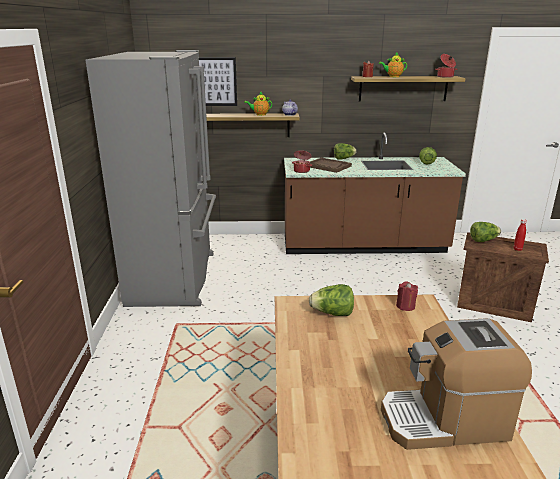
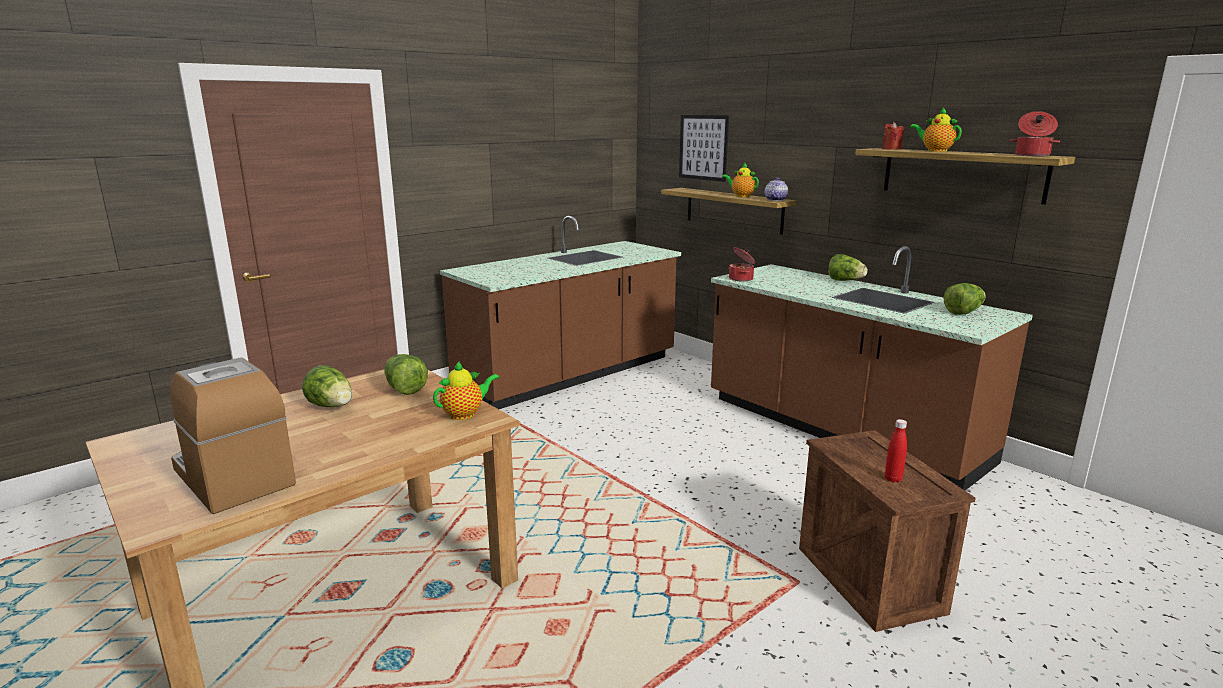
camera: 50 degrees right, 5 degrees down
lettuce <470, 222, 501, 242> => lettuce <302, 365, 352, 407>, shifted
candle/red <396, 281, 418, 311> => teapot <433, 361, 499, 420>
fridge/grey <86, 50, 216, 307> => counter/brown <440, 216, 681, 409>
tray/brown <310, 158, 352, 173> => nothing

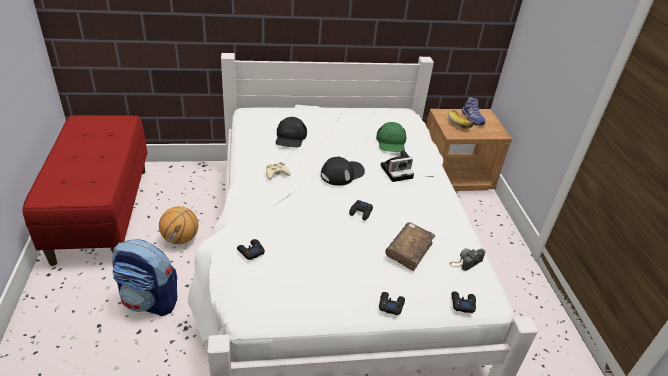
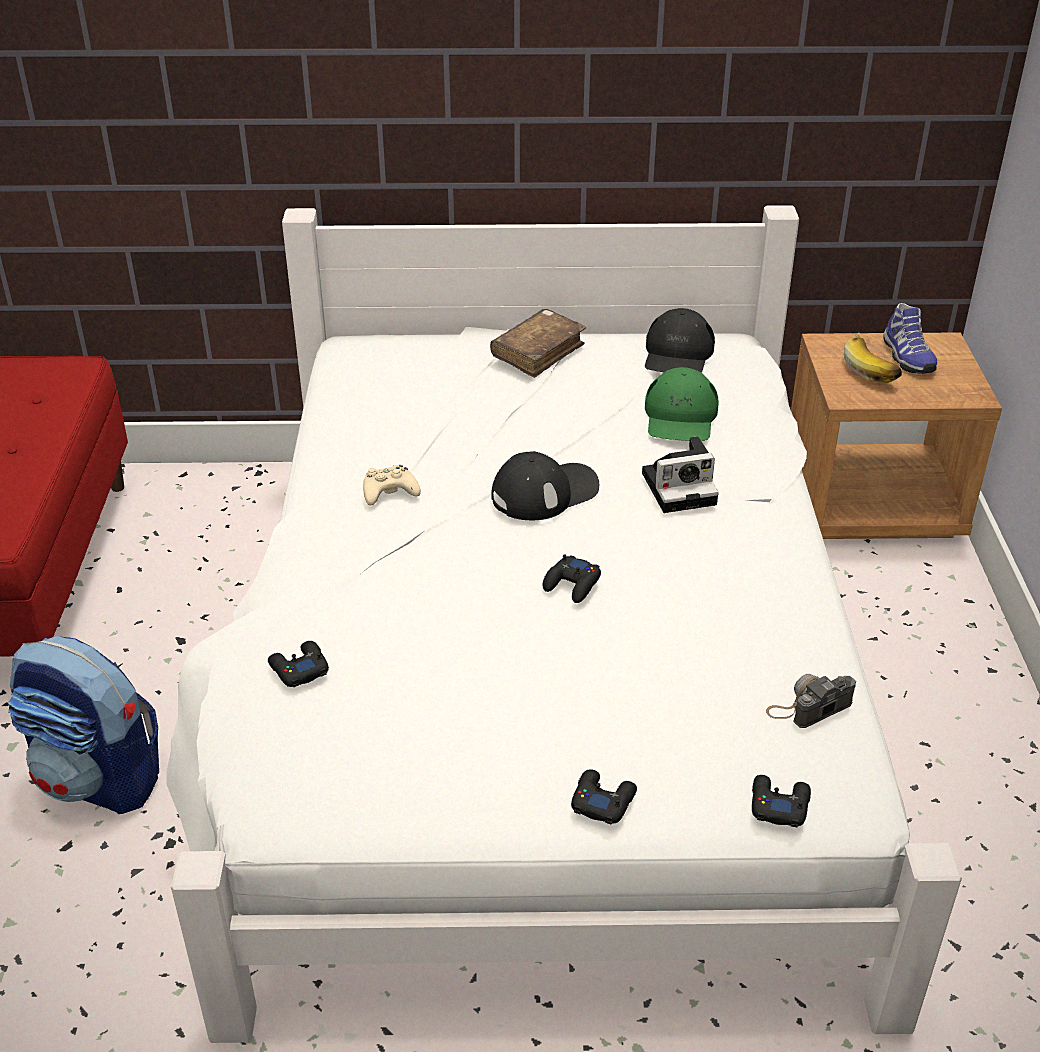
camera: 10 degrees right, 0 degrees up
book/brown <386, 222, 436, 271> => book/brown <490, 309, 586, 378>, shifted
cap/black <275, 117, 307, 147> => cap/black <645, 308, 715, 373>, shifted
basketball <159, 206, 198, 244> => nothing

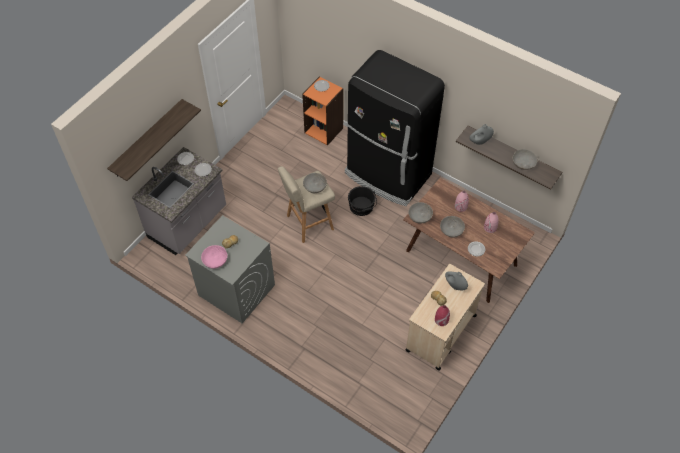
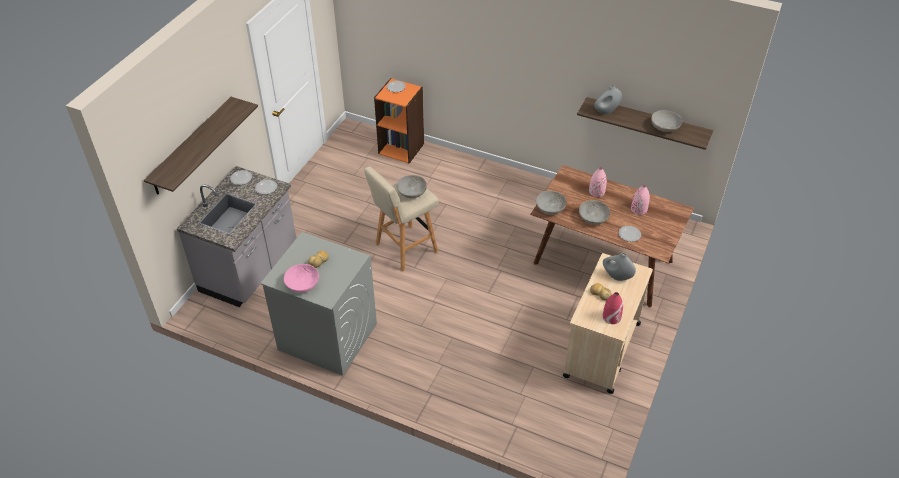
camera: 10 degrees left, 10 degrees down
fridge/black <345, 50, 445, 206> => nothing
bucket/black <348, 186, 377, 216> => nothing

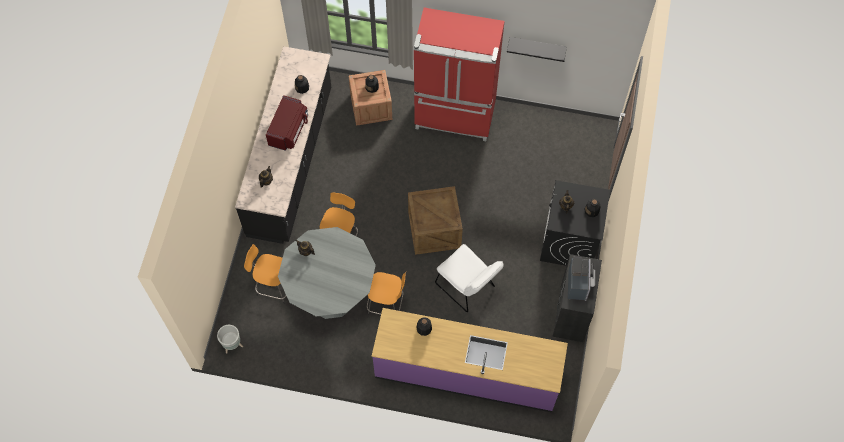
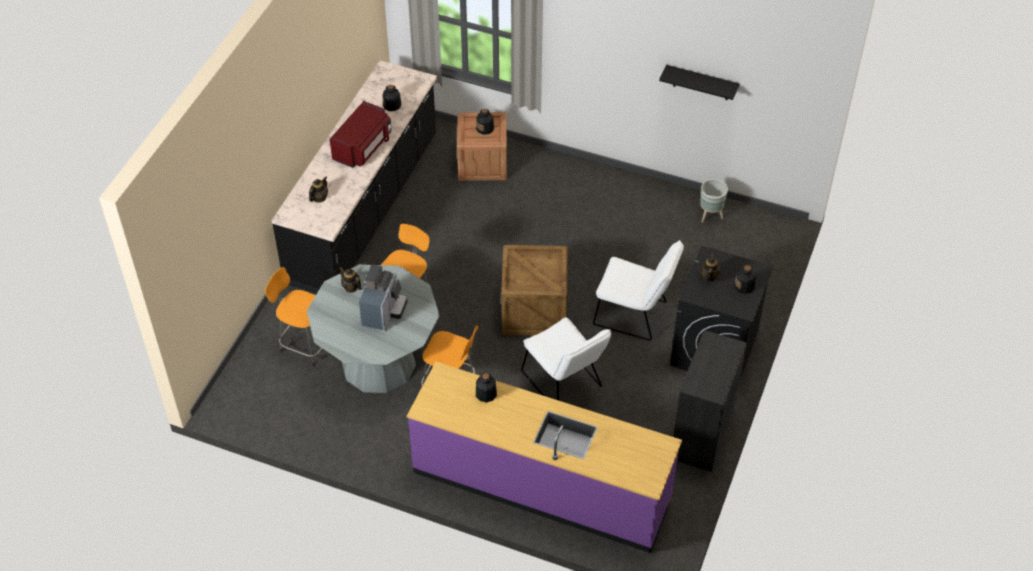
camera: 10 degrees right, 15 degrees down
coffee machine <568, 257, 595, 301> => coffee machine <359, 264, 407, 331>, shifted
nothing => chair/white <593, 240, 684, 341>
planter/grey <217, 325, 243, 354> => planter/grey <700, 179, 728, 223>, shifted
fridge/red <414, 8, 505, 141> => nothing

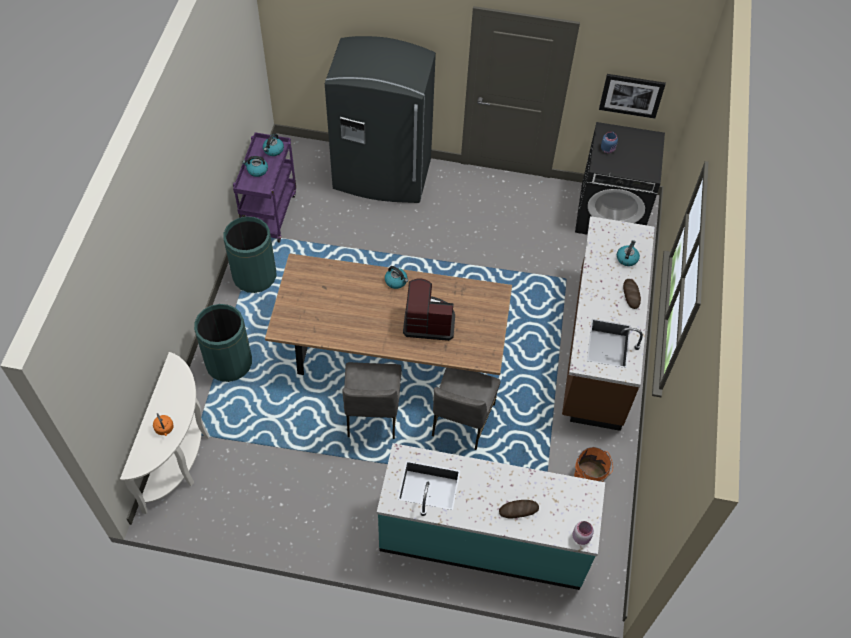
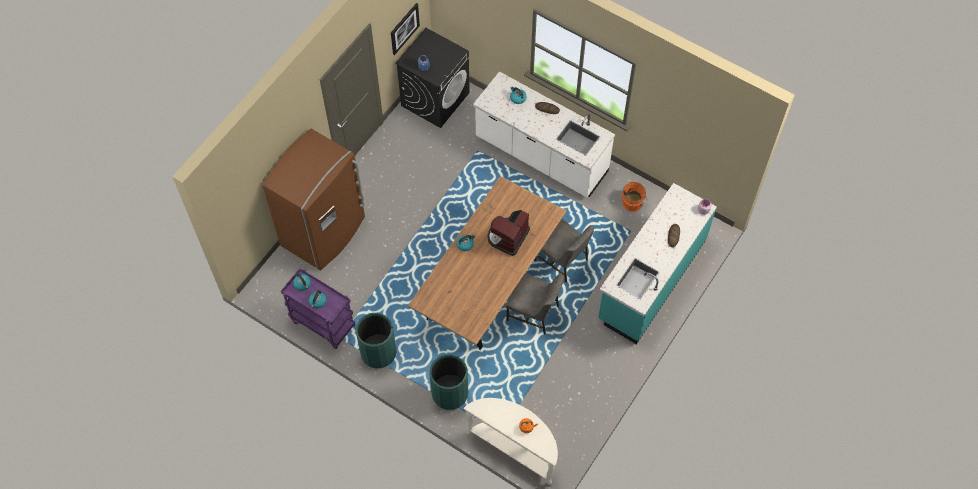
camera: 65 degrees left, 5 degrees up
fridge/grey <325, 36, 436, 203> => fridge/brown <262, 129, 365, 270>
counter/brown <562, 216, 654, 431> => counter/white <473, 71, 615, 197>

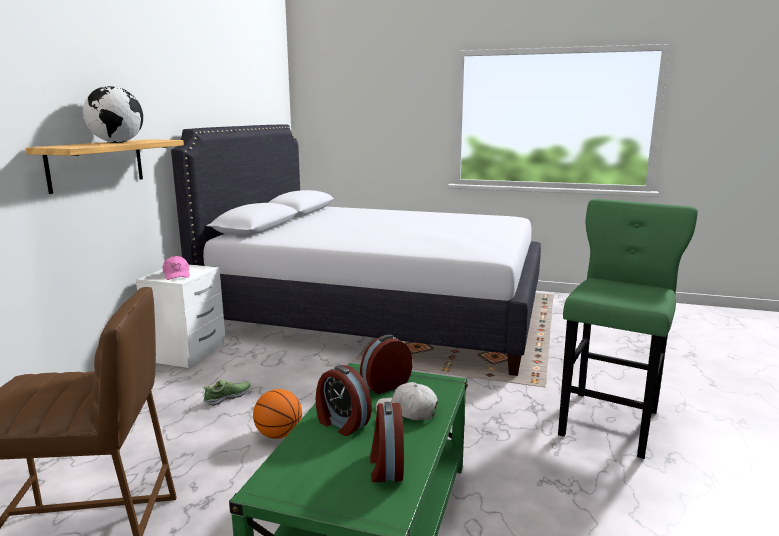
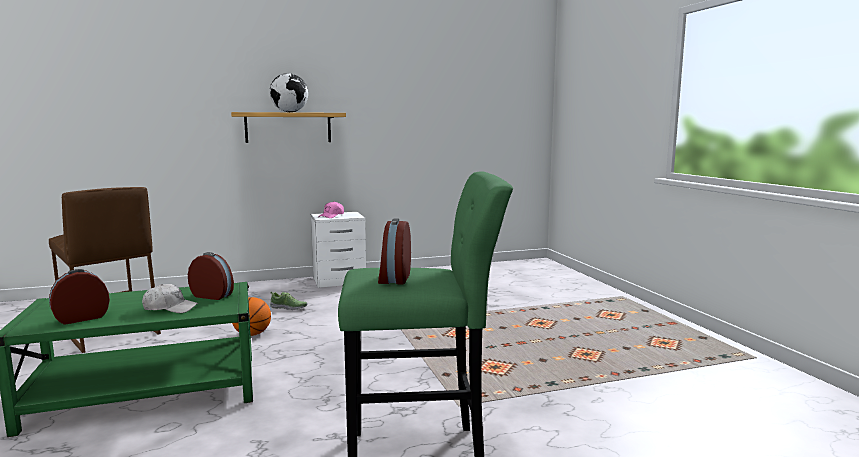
camera: 55 degrees right, 5 degrees down
cap/white <376, 382, 438, 420> => cap/white <142, 284, 198, 313>, 105 degrees clockwise
alarm clock <316, 365, 372, 436> => alarm clock <378, 218, 411, 284>, shifted
bed/white <171, 125, 541, 376> => nothing

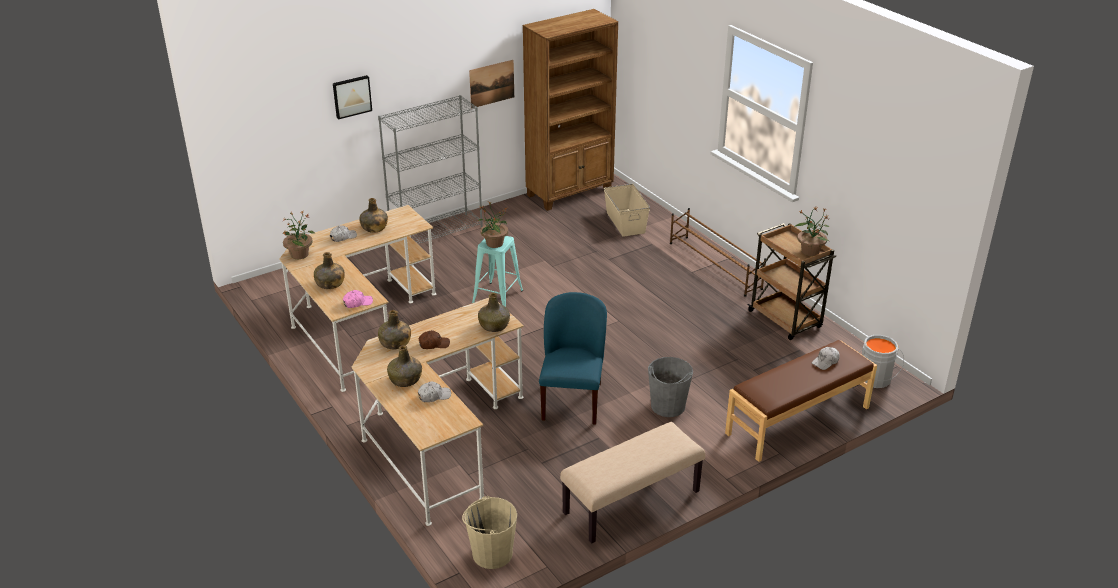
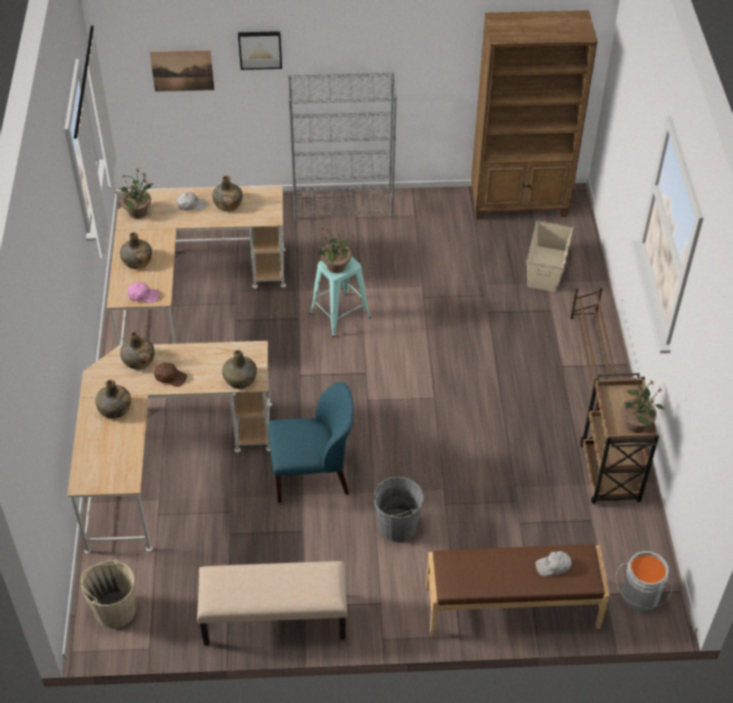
camera: 30 degrees right, 15 degrees up
picture <469, 60, 514, 109> => picture <150, 50, 214, 92>, shifted
chair/blue <539, 292, 607, 425> => chair/blue <268, 382, 354, 503>, 45 degrees clockwise
cap/white <418, 381, 451, 402> => nothing

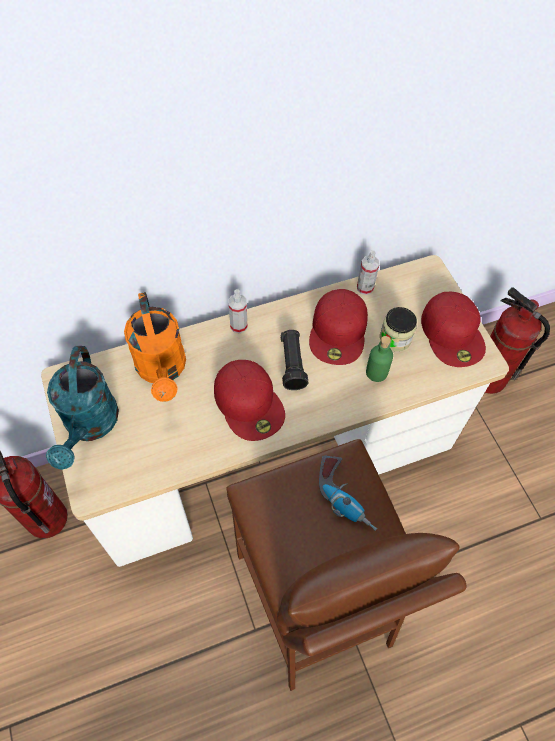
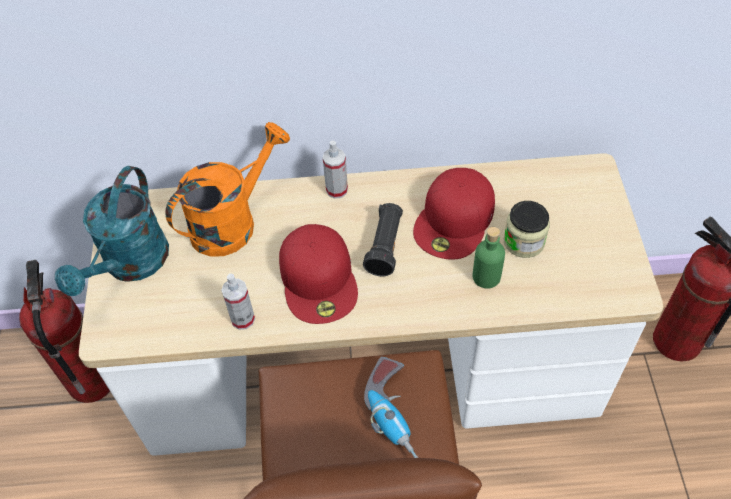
camera: 20 degrees right, 5 degrees down
watering can/orange <124, 292, 186, 402> => watering can/orange <165, 122, 290, 257>, 135 degrees counterclockwise
spray bottle <357, 250, 380, 295> => spray bottle <221, 274, 255, 330>, shifted
cap/red <421, 292, 486, 367> => nothing

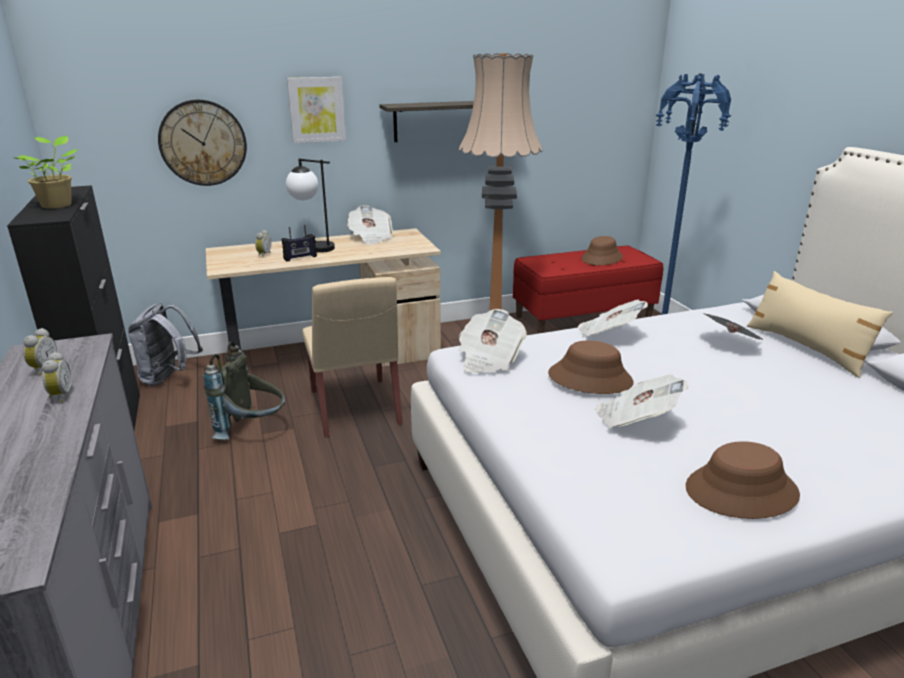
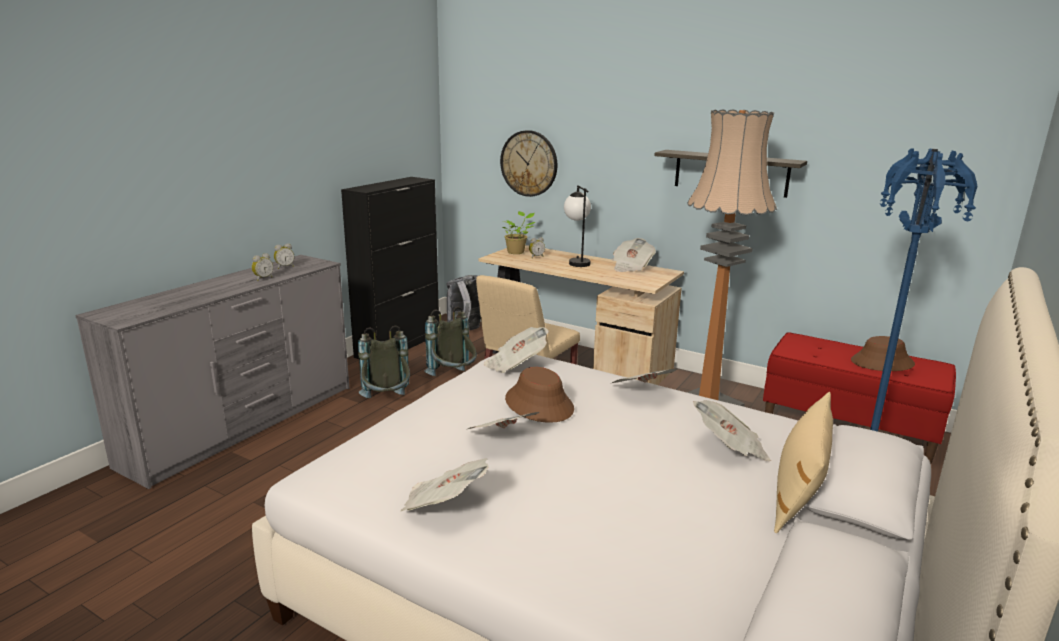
camera: 50 degrees right, 5 degrees down
nothing => backpack/grey <358, 326, 410, 398>
hat/brown <686, 441, 800, 519> => newspaper <401, 458, 488, 511>
potted plant <12, 135, 78, 209> => potted plant <503, 211, 535, 254>, shifted
radio <281, 225, 317, 262> => nothing
picture <287, 77, 346, 143> => nothing

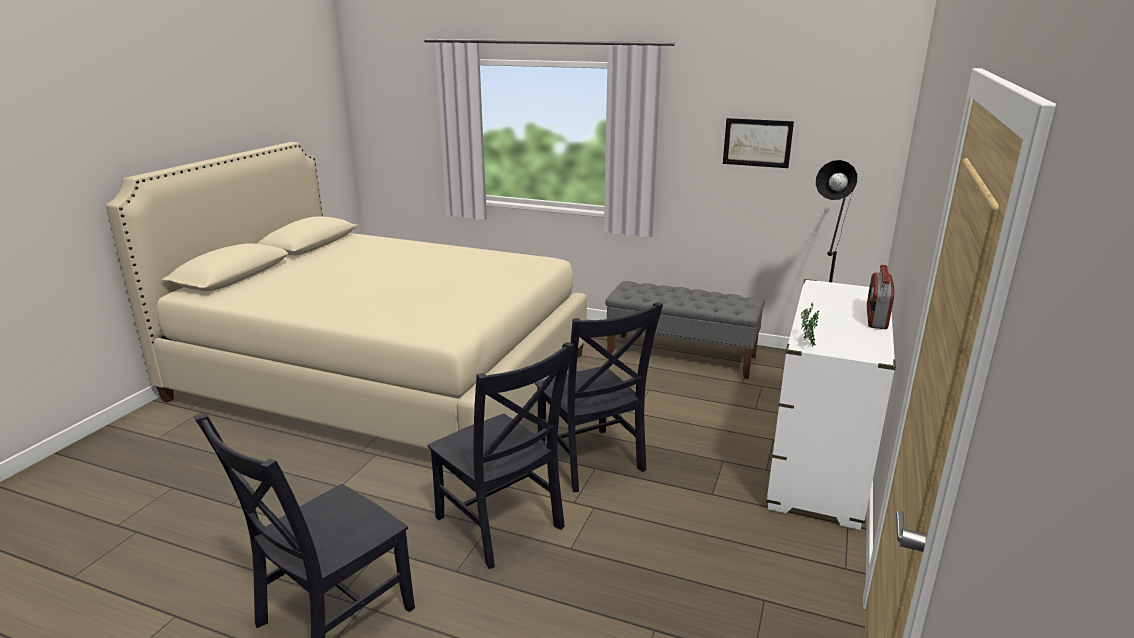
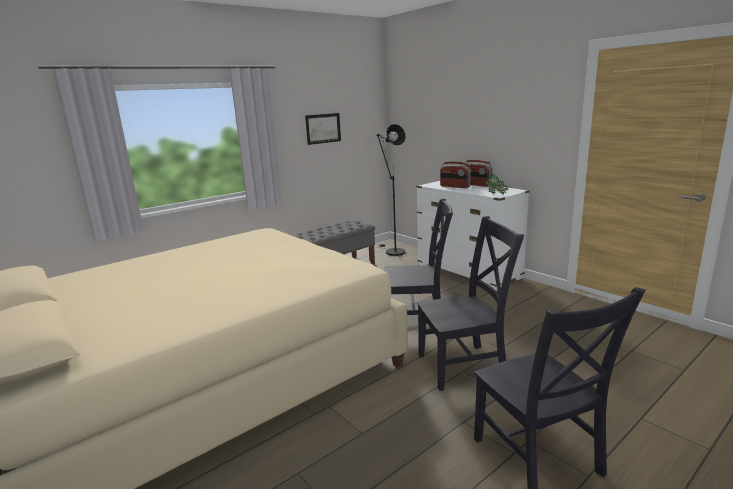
camera: 60 degrees left, 5 degrees down
nothing => radio <440, 162, 471, 188>

